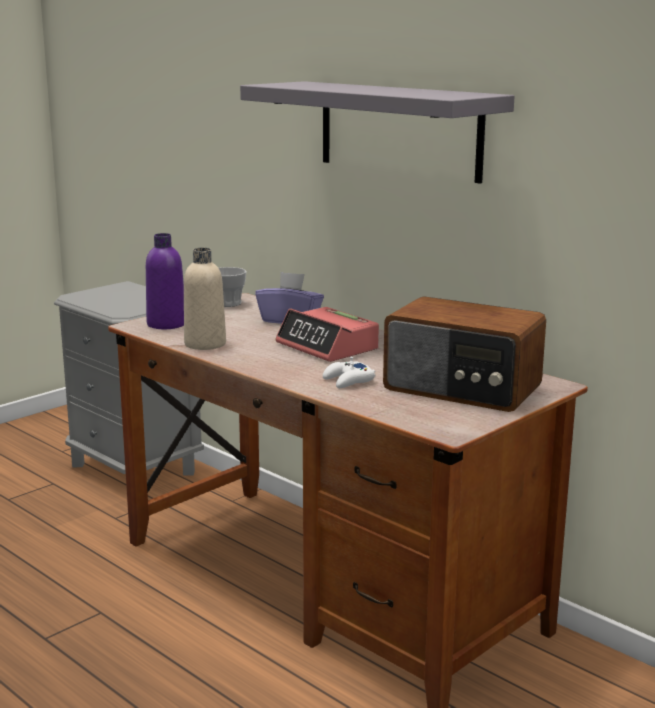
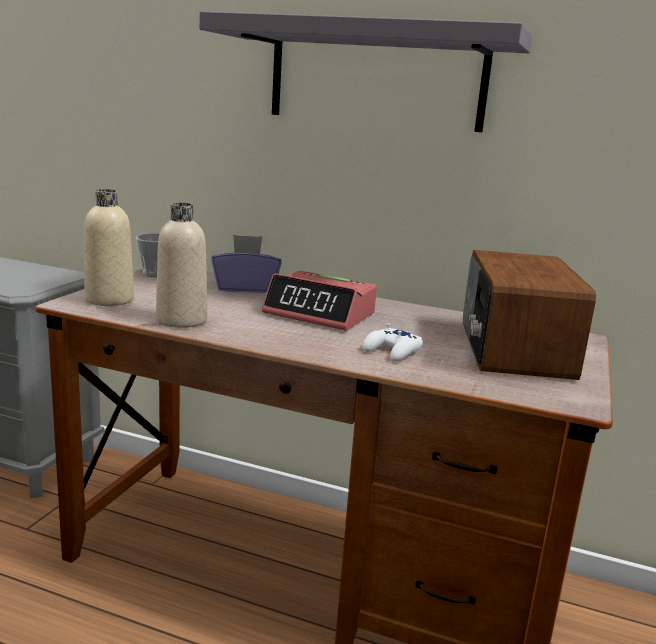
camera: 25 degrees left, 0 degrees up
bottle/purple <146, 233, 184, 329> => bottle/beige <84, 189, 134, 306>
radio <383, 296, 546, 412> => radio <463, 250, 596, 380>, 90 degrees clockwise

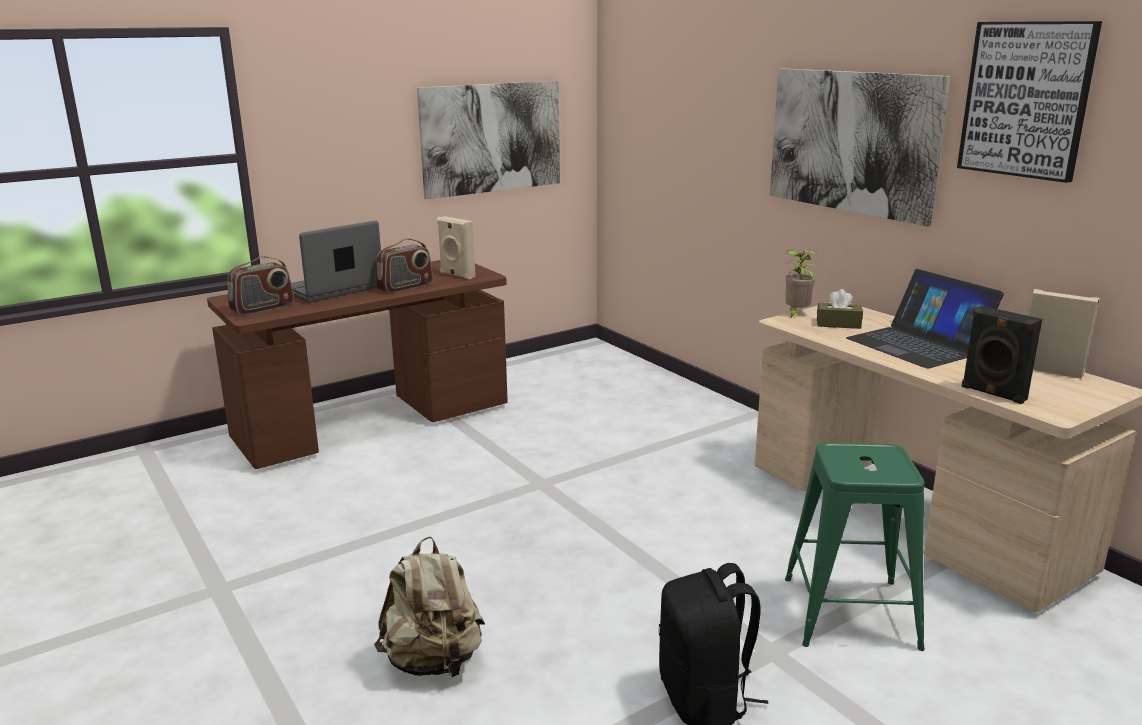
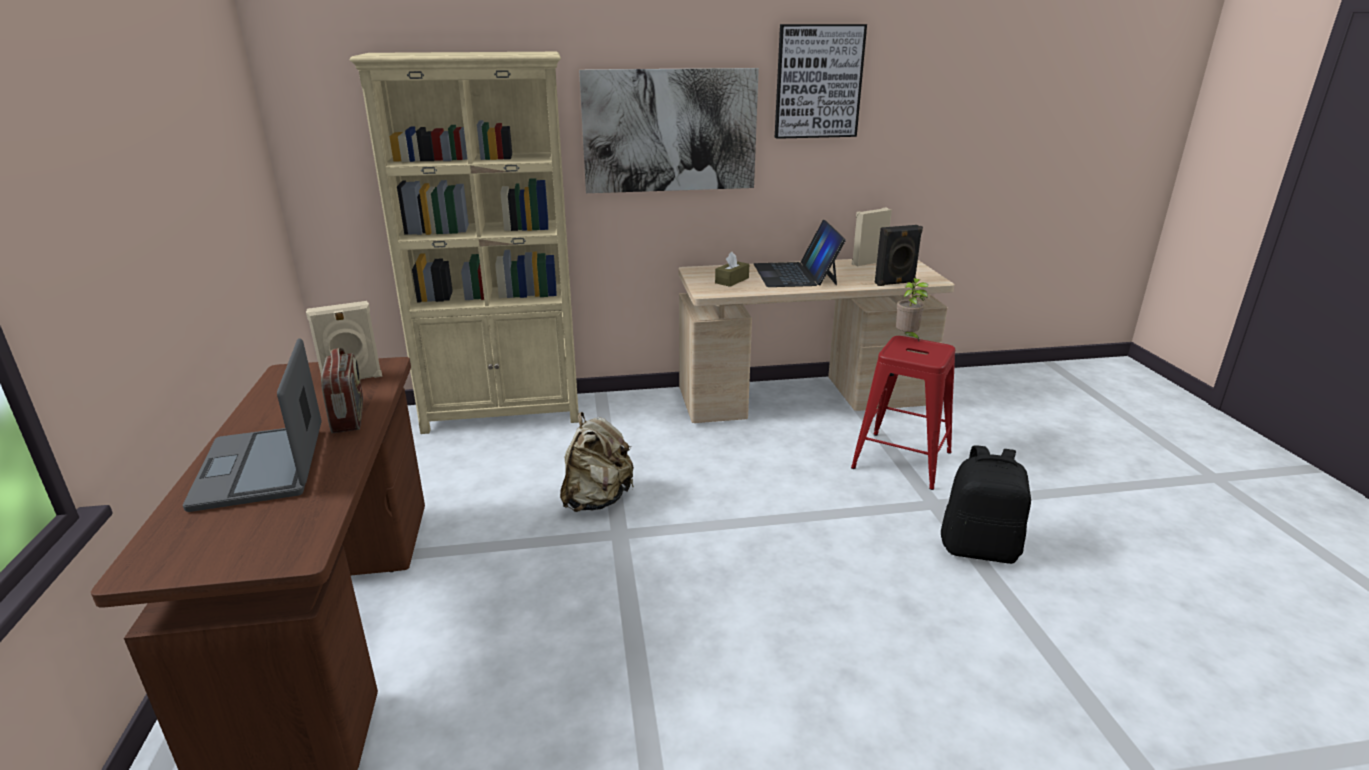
camera: 65 degrees left, 5 degrees up
nothing => bookcase/beige <350, 52, 579, 434>
backpack/beige <374, 536, 485, 679> => backpack/beige <560, 412, 634, 512>, shifted
laptop <846, 269, 1004, 369> => laptop <754, 220, 846, 287>, 90 degrees clockwise
stool/green <785, 443, 925, 651> => stool/red <851, 336, 955, 490>
potted plant <785, 249, 816, 319> => potted plant <896, 278, 928, 341>, shifted
radio <227, 256, 294, 315> => nothing
picture <417, 81, 560, 199> => nothing

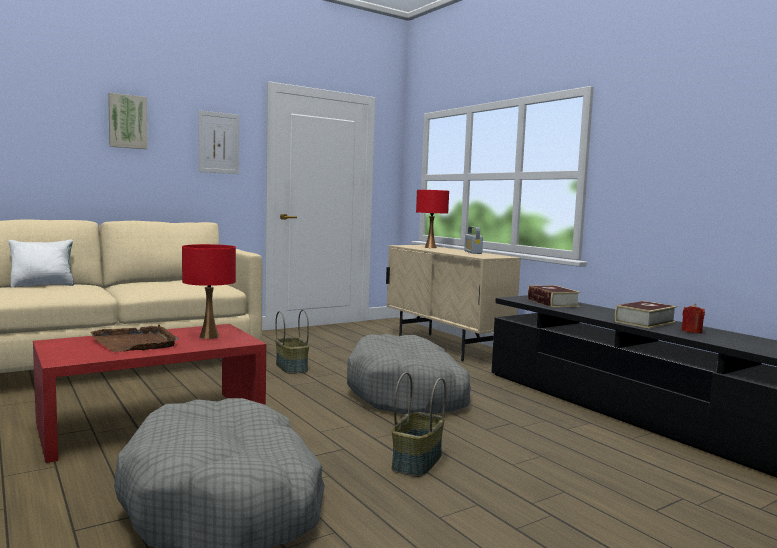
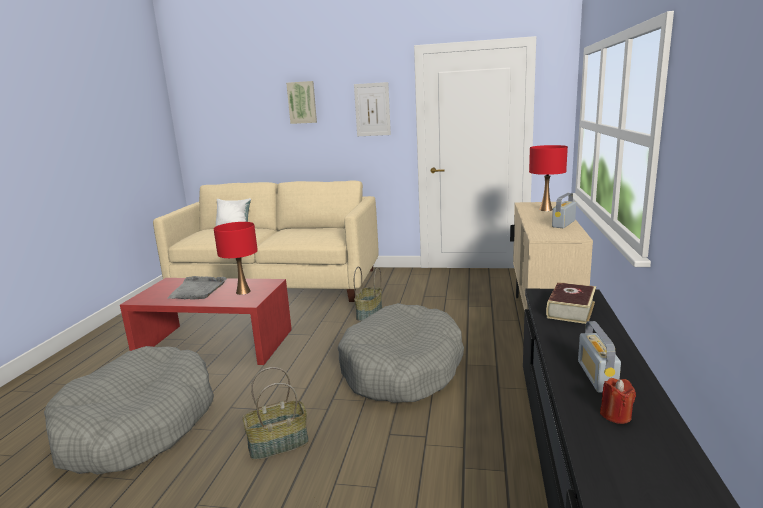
camera: 45 degrees right, 10 degrees up
tray/brown <90, 325, 178, 352> => tray/grey <168, 276, 227, 299>
book <615, 301, 677, 329> => radio <578, 321, 621, 392>

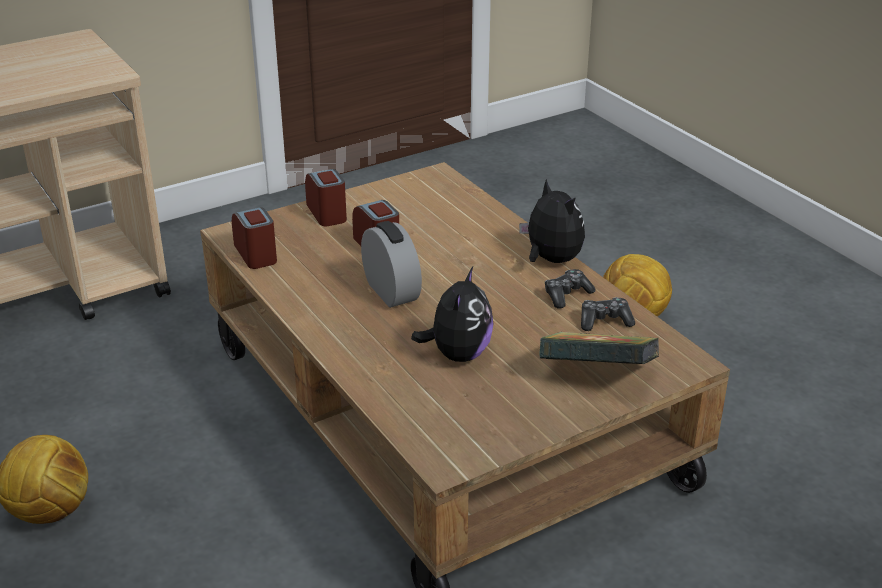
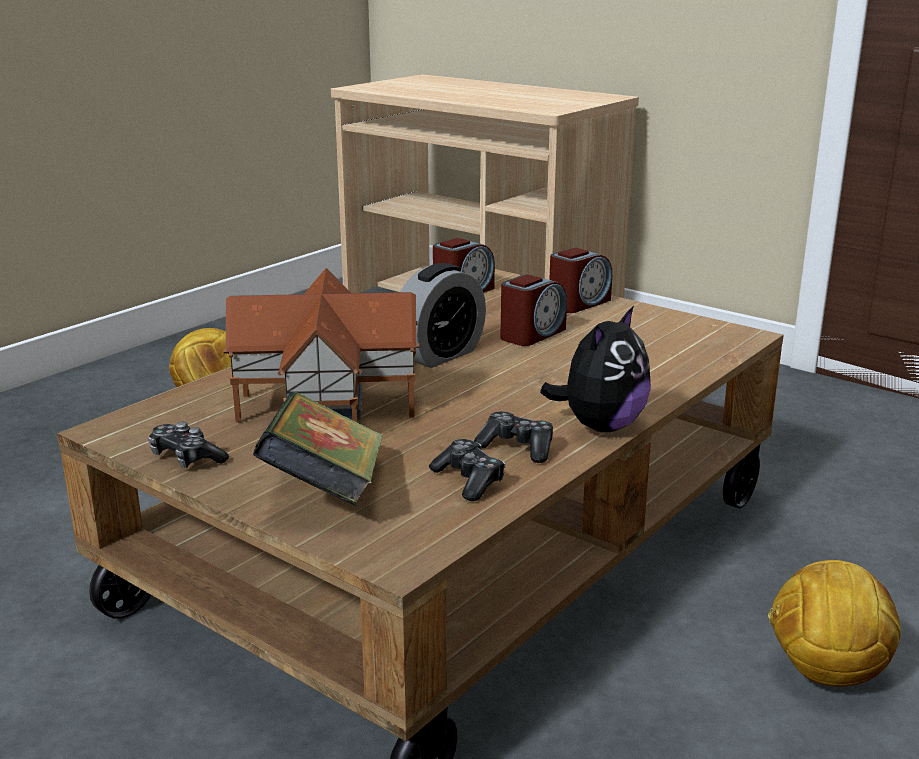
camera: 70 degrees right, 10 degrees down
nothing => game controller <148, 422, 229, 468>
plush toy <411, 267, 493, 362> => toy house <223, 268, 419, 422>

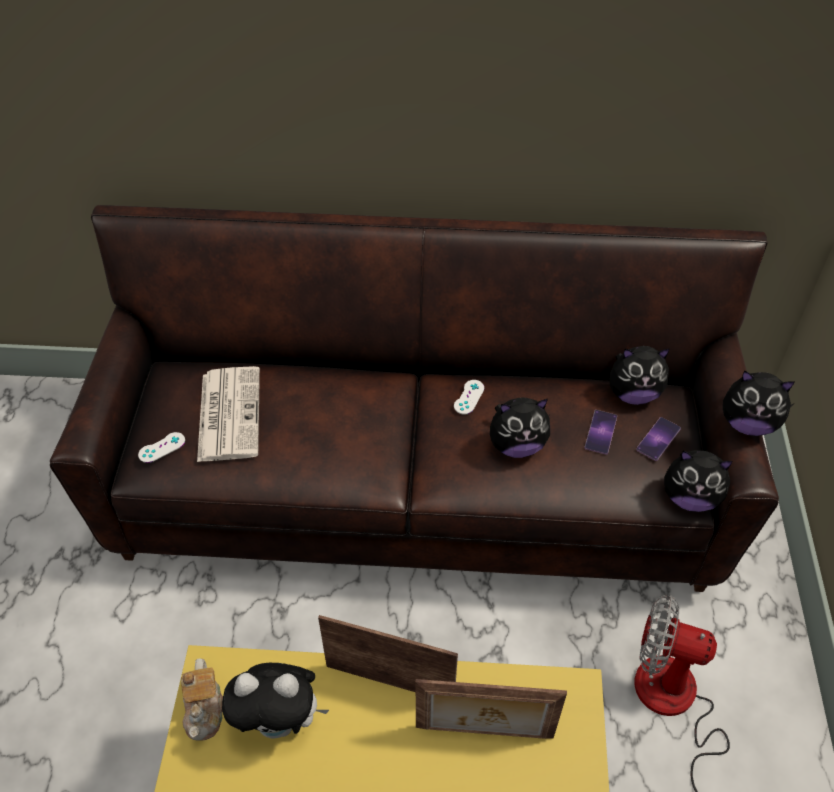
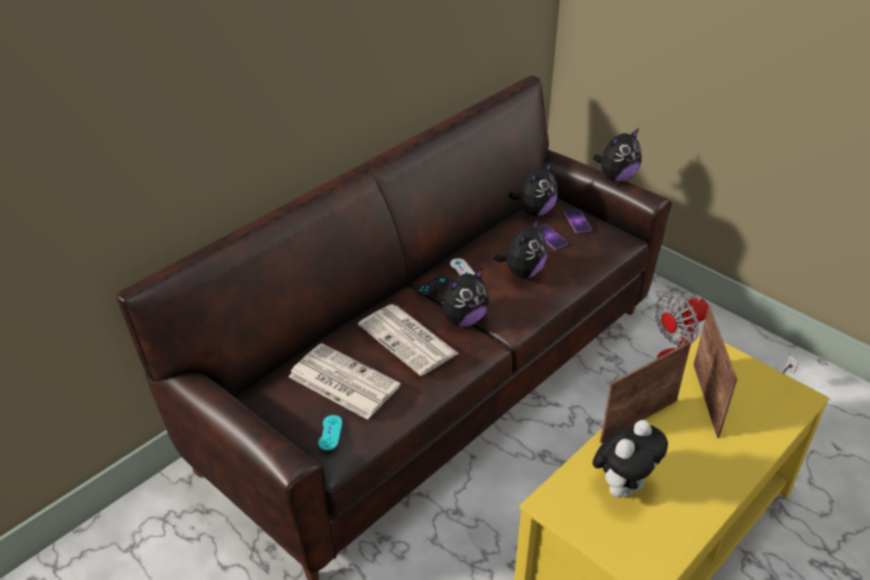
camera: 50 degrees left, 10 degrees down
game controller/white <138, 432, 185, 463> => game controller/turquoise <318, 415, 343, 450>
nothing => newspaper <358, 304, 459, 376>
nothing => game controller/black <416, 276, 450, 295>
plush toy <664, 450, 733, 512> => plush toy <436, 268, 489, 327>, shifted
picture frame <416, 679, 567, 739> => picture frame <693, 307, 737, 438>, 45 degrees counterclockwise
teapot <181, 658, 223, 741> => nothing

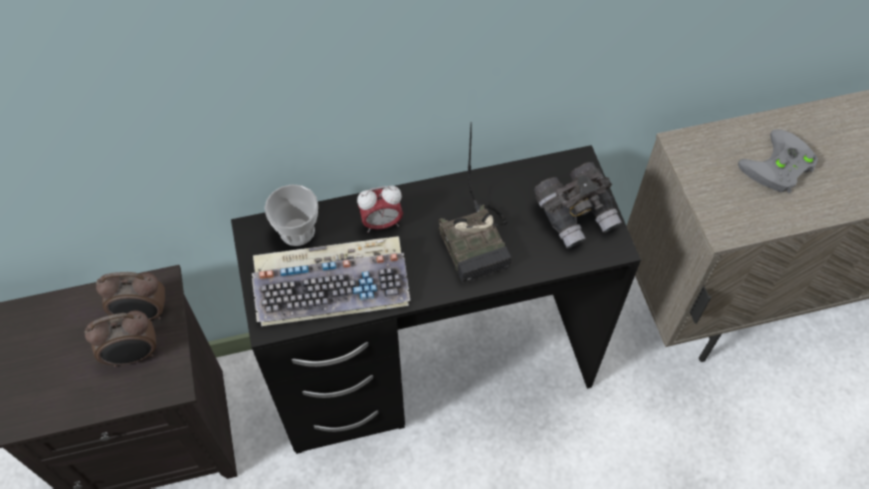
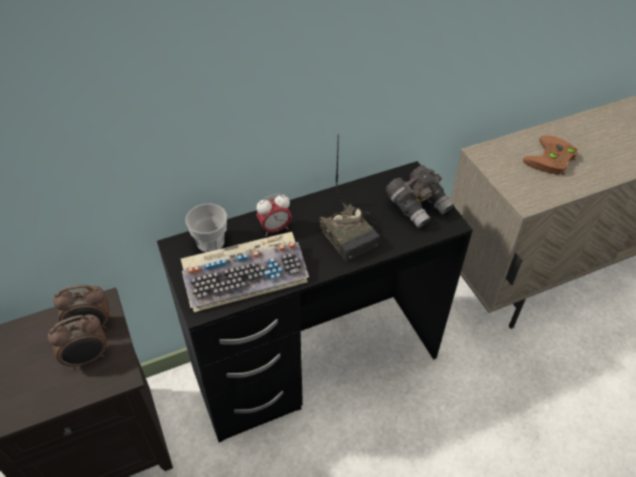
camera: 10 degrees left, 10 degrees down
game controller/grey <738, 130, 818, 193> => game controller/brown <523, 135, 577, 175>

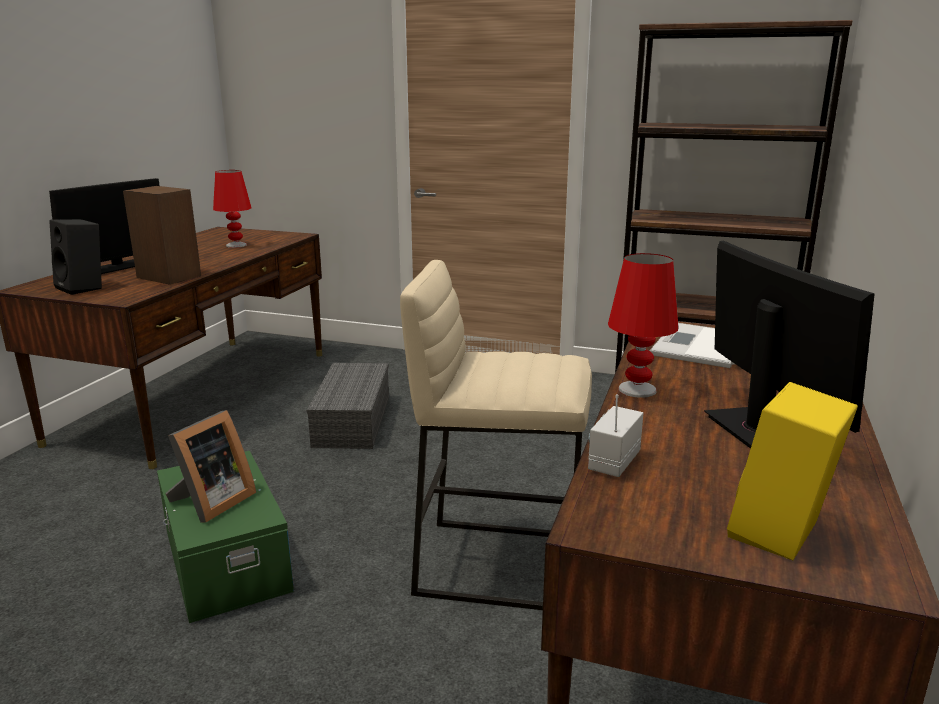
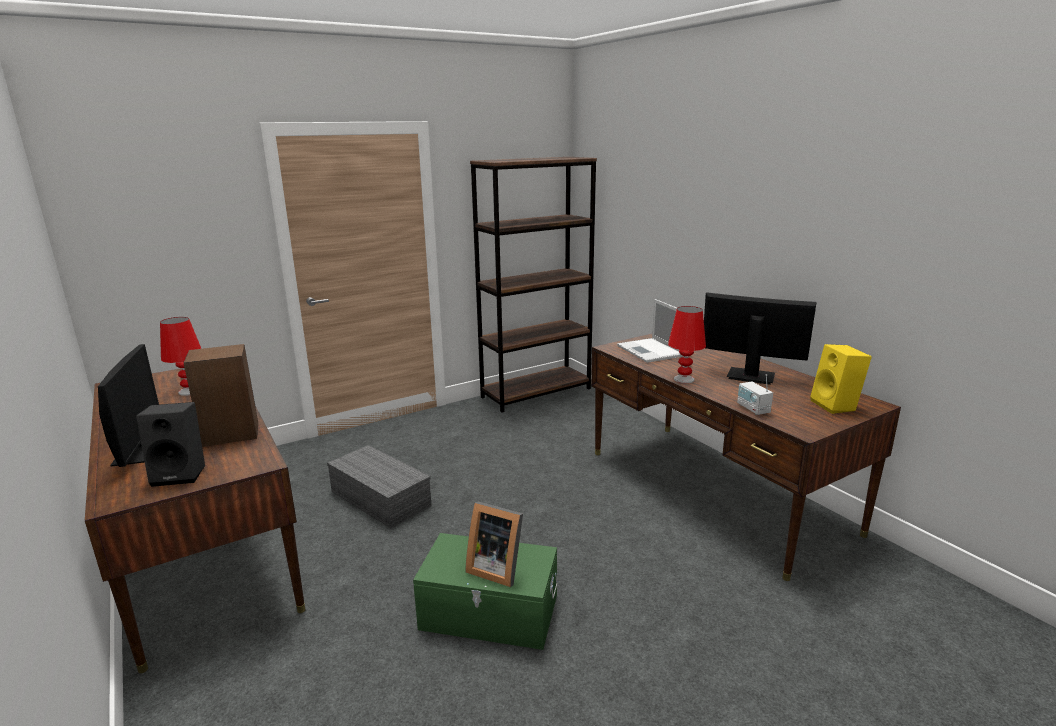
camera: 50 degrees left, 0 degrees up
picture frame <165, 410, 256, 523> => picture frame <466, 501, 523, 587>, 135 degrees clockwise
stool/beige <400, 260, 592, 610> => nothing

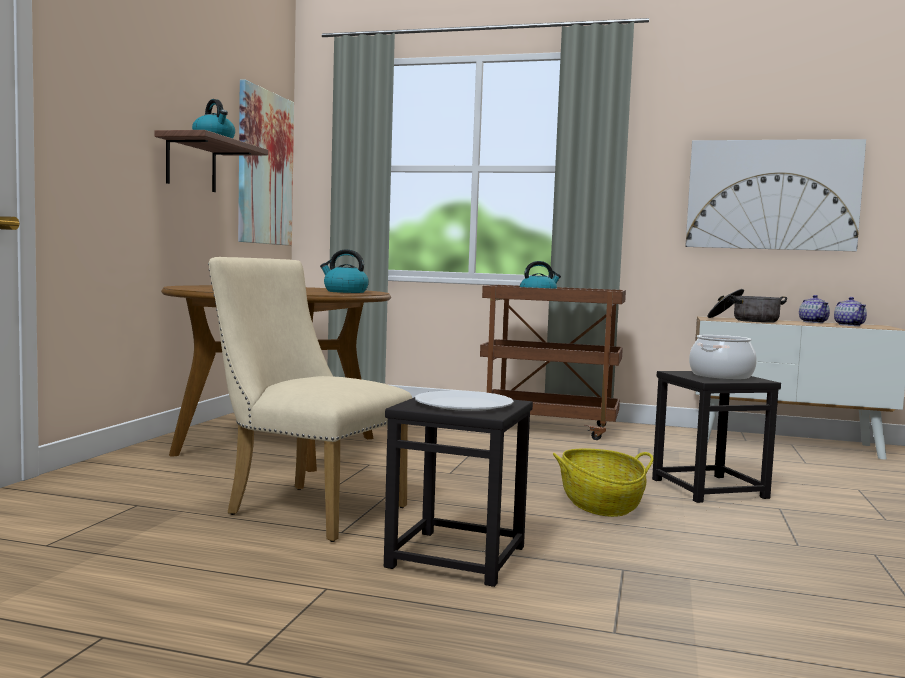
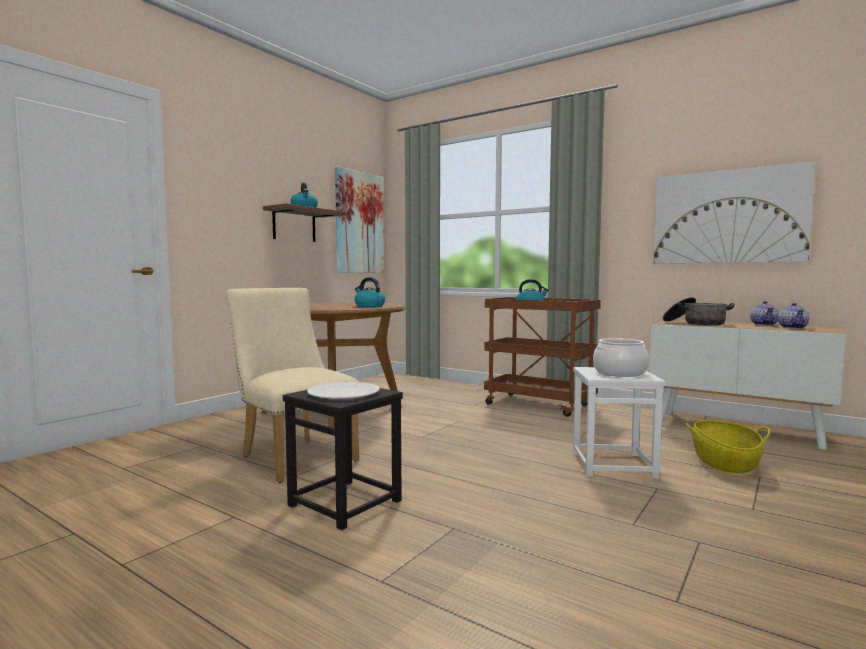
camera: 20 degrees right, 0 degrees up
stool/black <652, 371, 781, 503> => stool/white <573, 367, 665, 479>
basket <553, 449, 653, 517> => basket <686, 420, 770, 474>, shifted

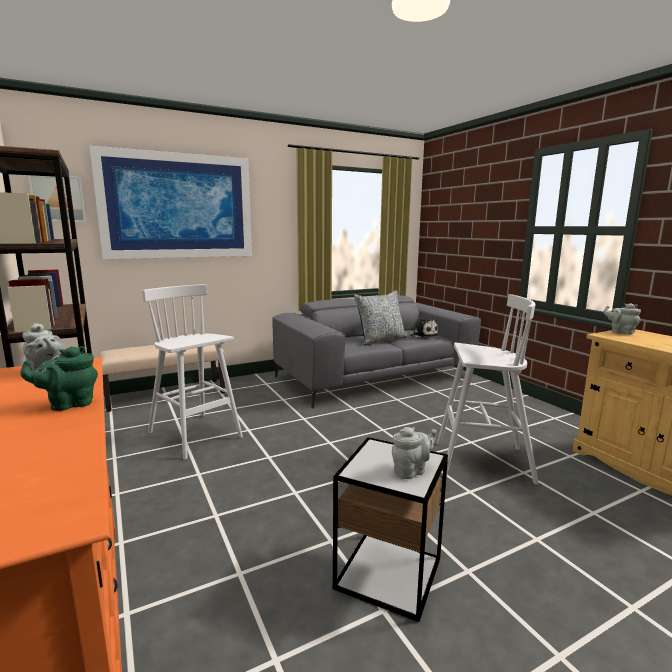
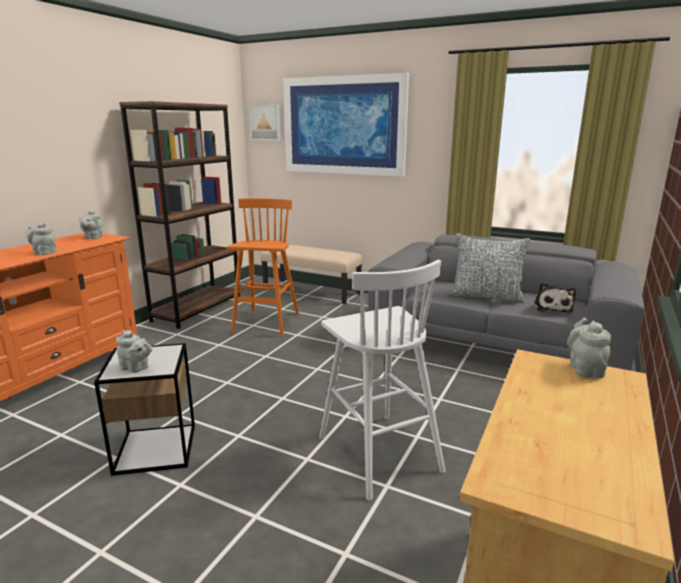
camera: 55 degrees right, 5 degrees up
teapot/green <20, 346, 98, 411> => teapot/grey <26, 222, 57, 255>
stool/white <142, 284, 243, 460> => stool/orange <227, 198, 299, 337>

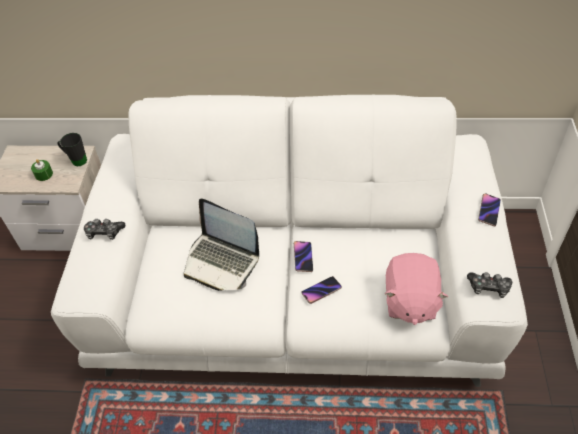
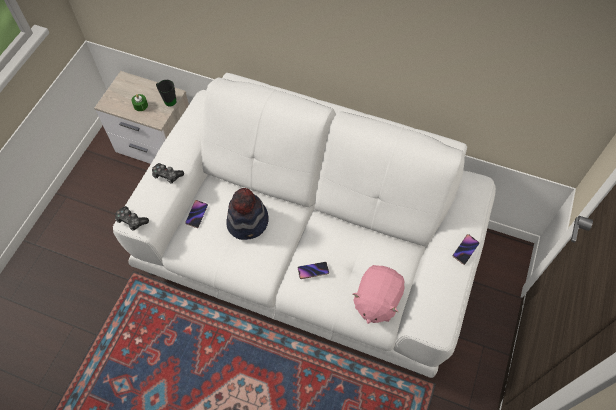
camera: 15 degrees right, 10 degrees up
game controller <467, 272, 512, 298> => game controller <115, 206, 149, 231>, shifted
phone <294, 241, 313, 272> => phone <185, 200, 208, 228>, shifted
laptop <183, 199, 259, 291> => hat <226, 188, 269, 240>

